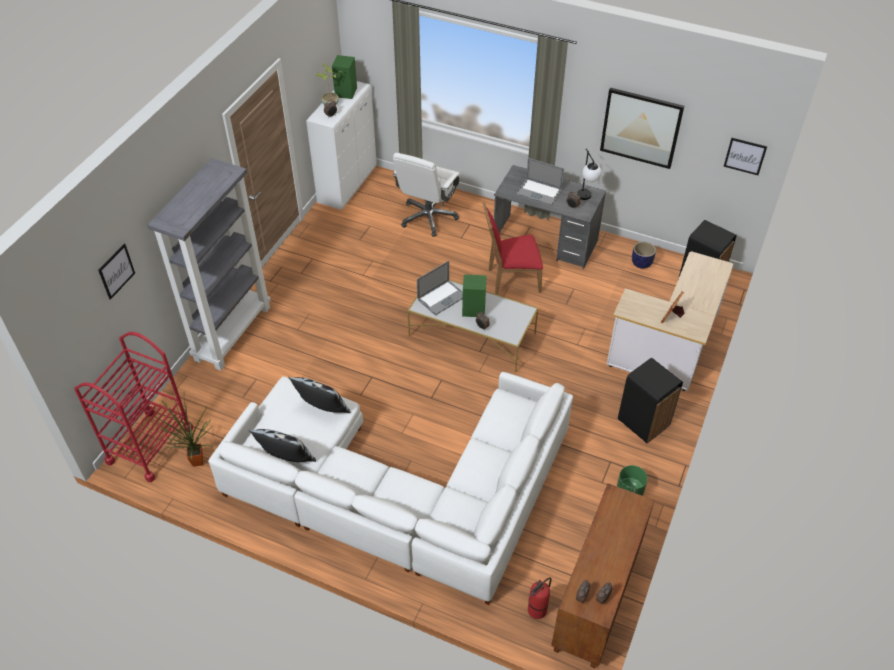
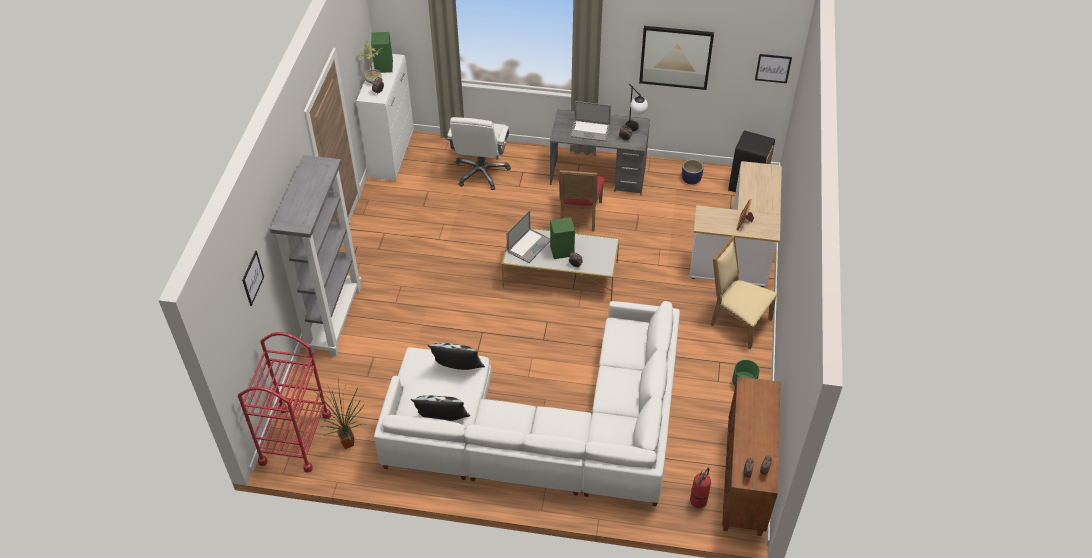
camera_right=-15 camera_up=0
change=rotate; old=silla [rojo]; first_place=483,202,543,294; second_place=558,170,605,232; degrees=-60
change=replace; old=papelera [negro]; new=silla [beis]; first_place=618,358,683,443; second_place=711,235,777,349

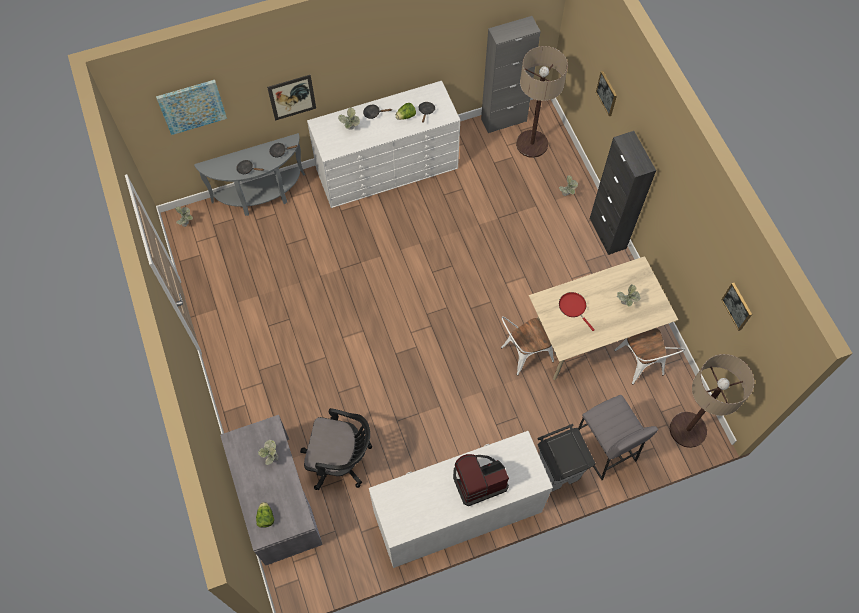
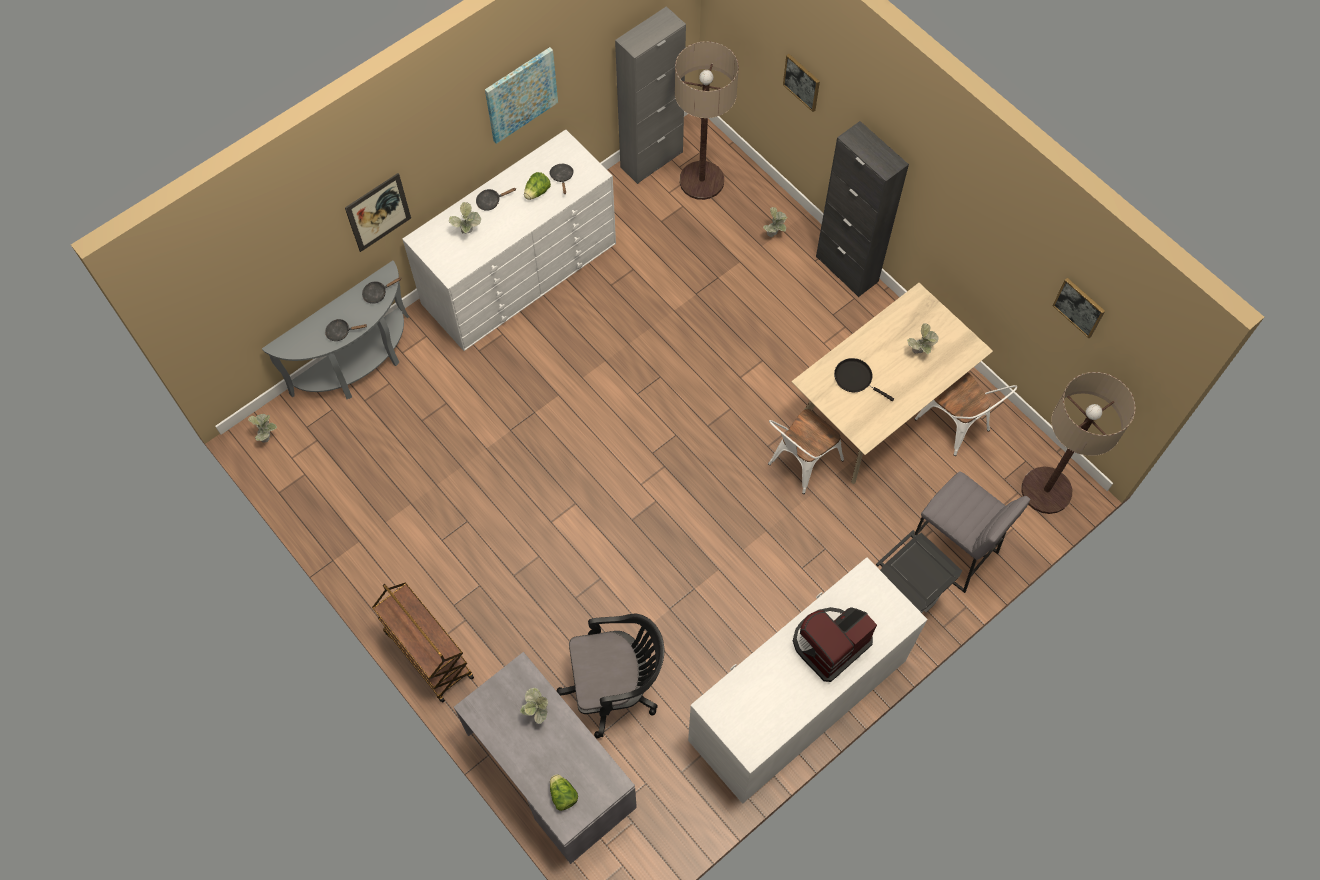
camera_right=-20 camera_up=0
change=move; old=cuadro; first_place=156,80,227,135; second_place=485,47,558,144
change=recolor; old=sartén [rojo]; new=sartén [negro]; first_place=559,292,595,331; second_place=834,358,894,401
change=insert; new=carrito [marrón]; second_place=372,583,474,703

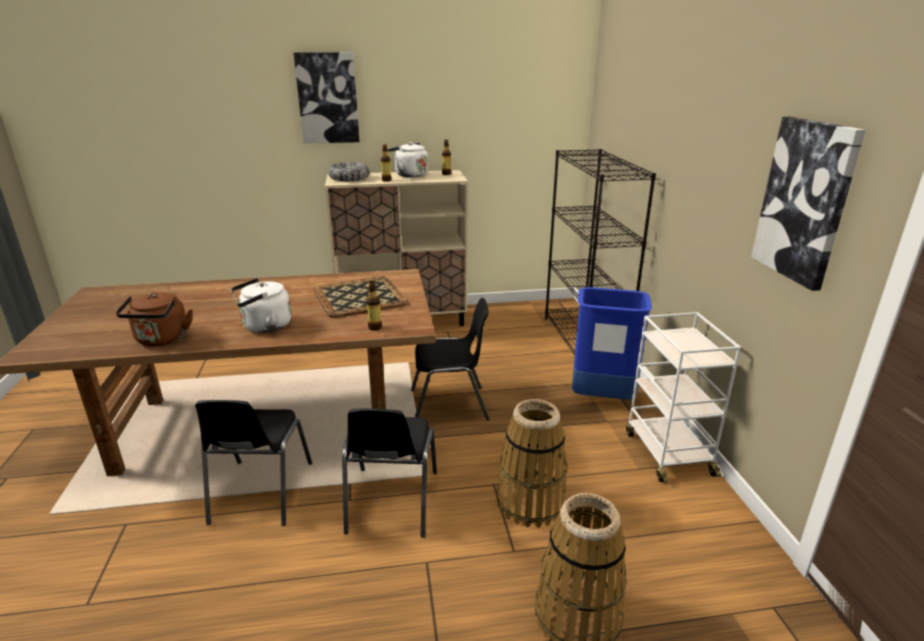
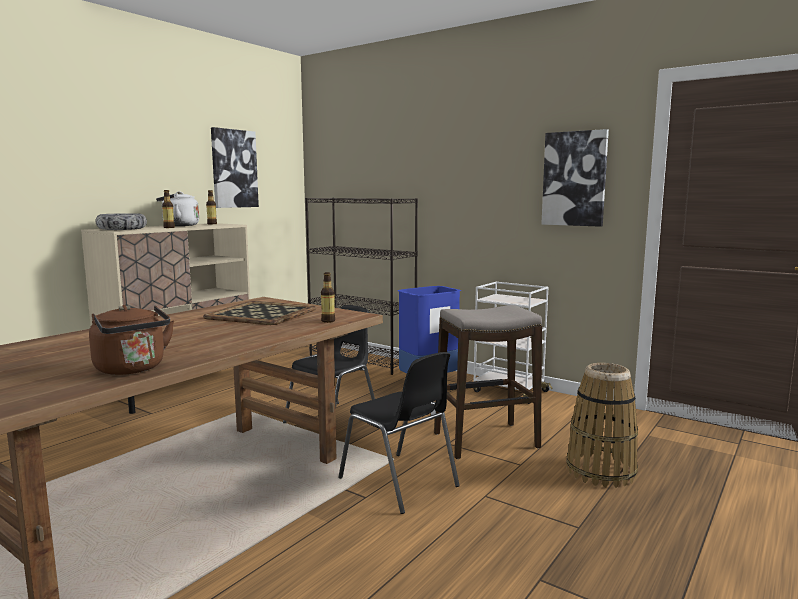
camera_right=-45 camera_up=-15
change=delete; old=silla [negro]; first_place=195,400,312,526
change=delete; old=hervidor [blanco]; first_place=231,278,292,333
change=move; old=cuadro; first_place=294,52,360,144; second_place=211,127,259,208
change=replace; old=cesta; new=taburete; first_place=497,399,567,528; second_place=434,305,542,459

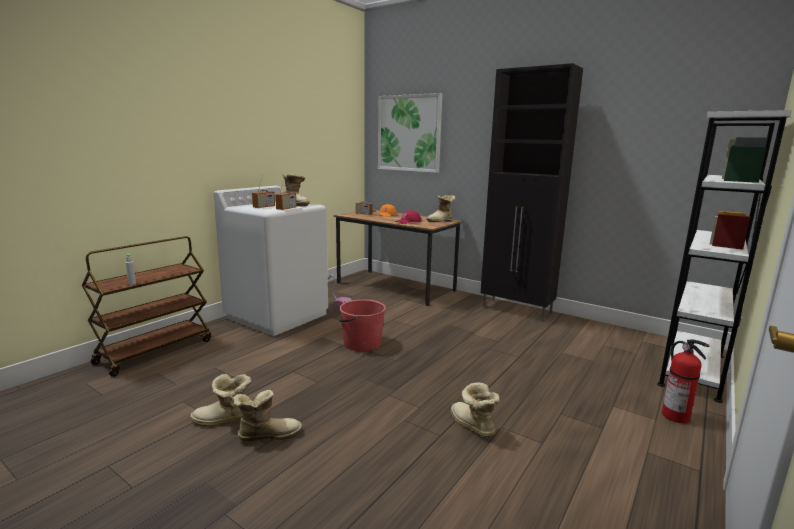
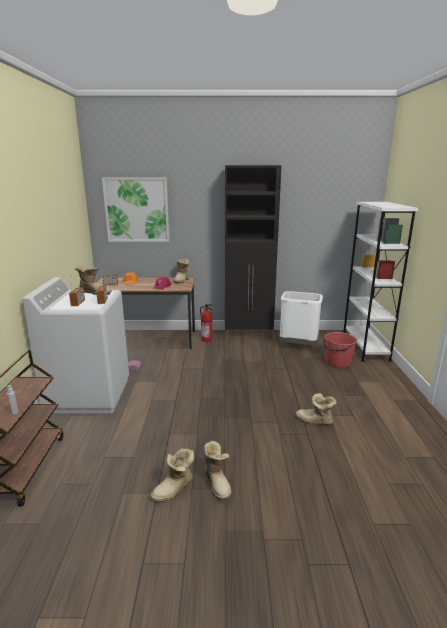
camera_right=-35 camera_up=5
change=rotate; old=bota; first_place=232,390,302,441; second_place=204,441,231,500; degrees=120
change=move; old=cubo [rojo]; first_place=339,299,386,351; second_place=323,332,357,368
change=move; old=extintor; first_place=662,340,710,423; second_place=200,304,213,342
change=insert; new=papelera [blanco]; second_place=280,291,323,345

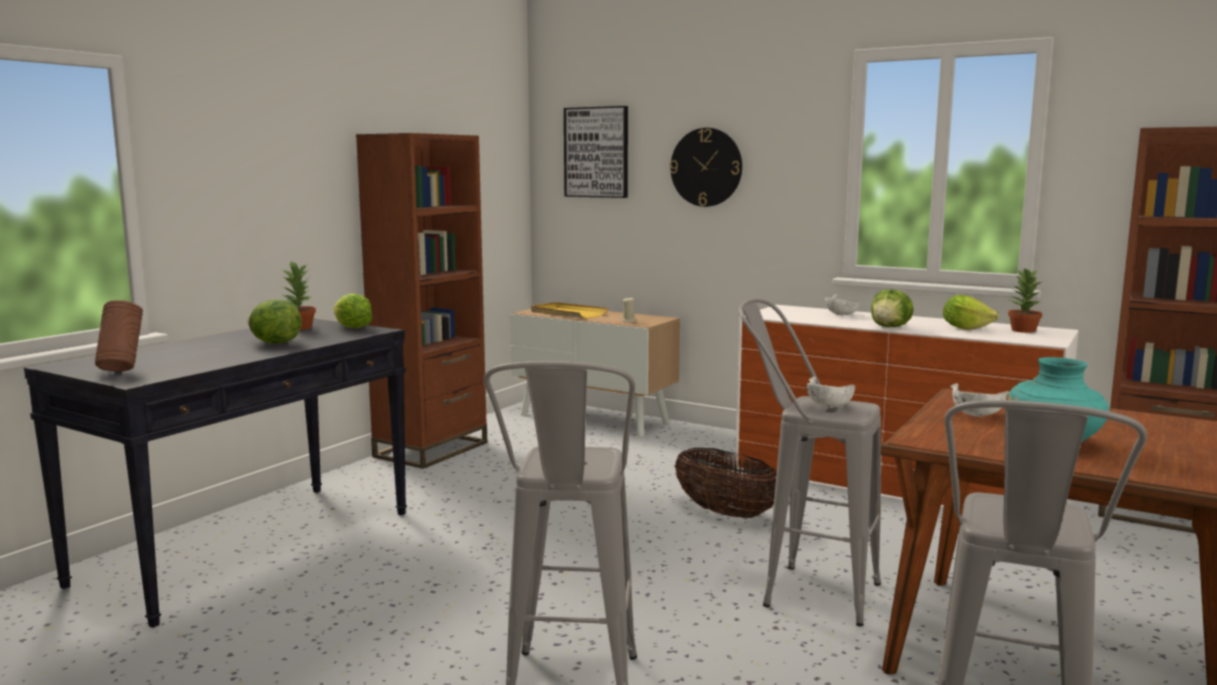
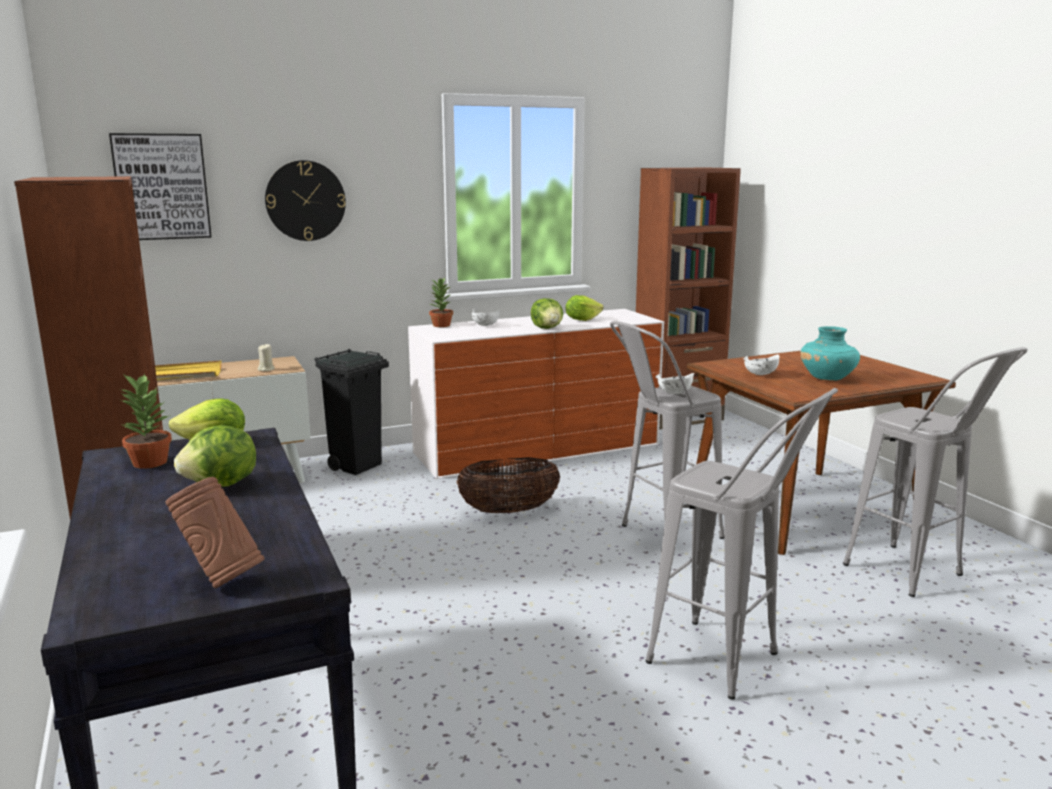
camera_right=-55 camera_up=5
change=move; old=planta en maceta; first_place=1008,269,1042,333; second_place=429,277,453,327
change=insert; new=papelera [negro]; second_place=314,349,389,475

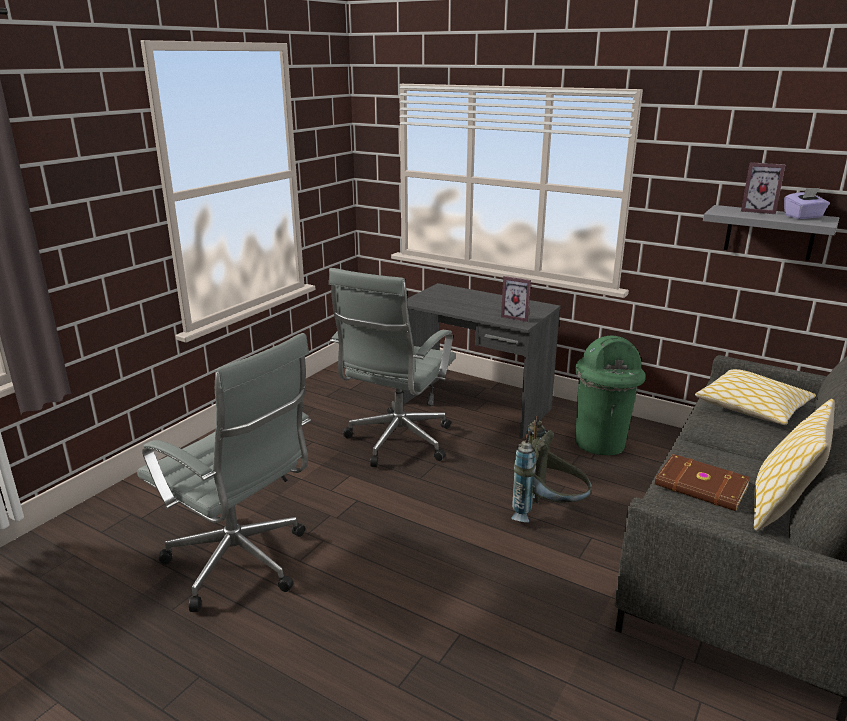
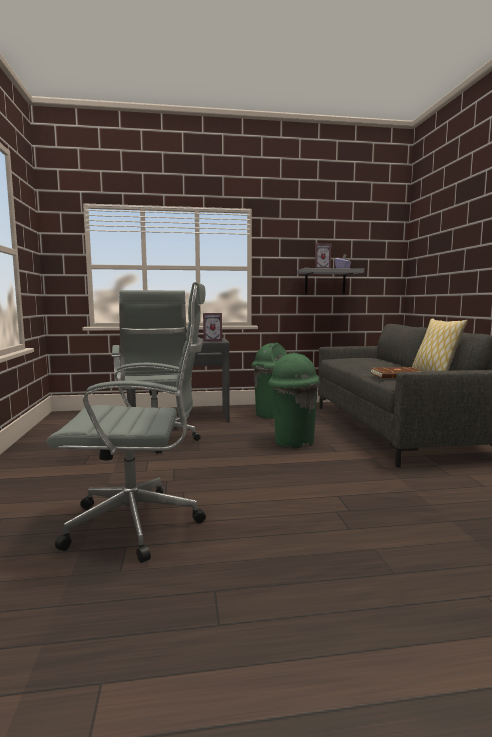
camera_right=-40 camera_up=-15
change=replace; old=mochila [gris]; new=papelera [verde]; first_place=511,416,592,522; second_place=268,352,320,448
change=delete; old=cojín; first_place=695,369,816,425

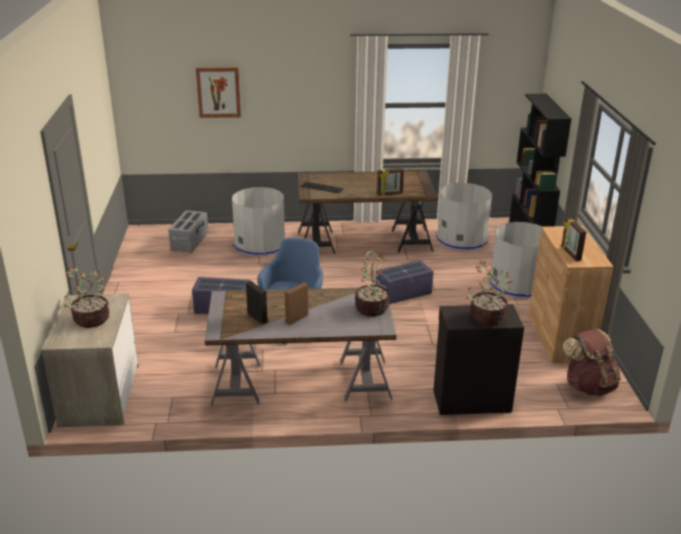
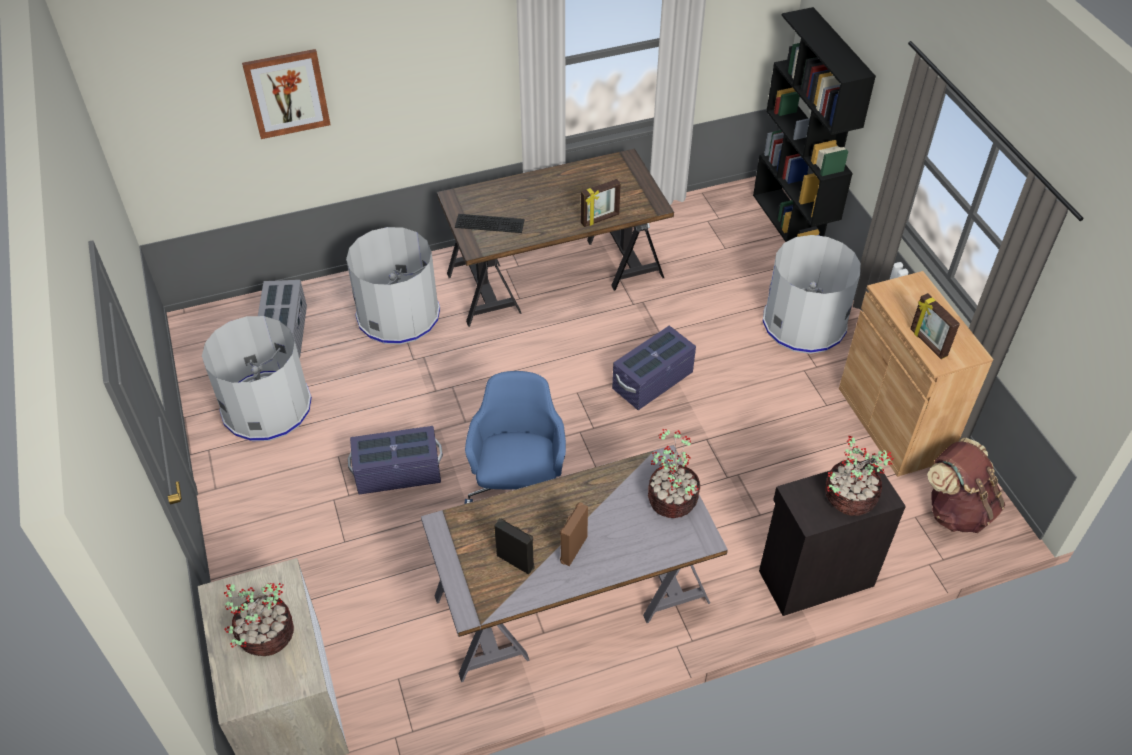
camera_right=-15 camera_up=20
change=move; old=papelera [gris]; first_place=436,183,492,251; second_place=202,316,312,441

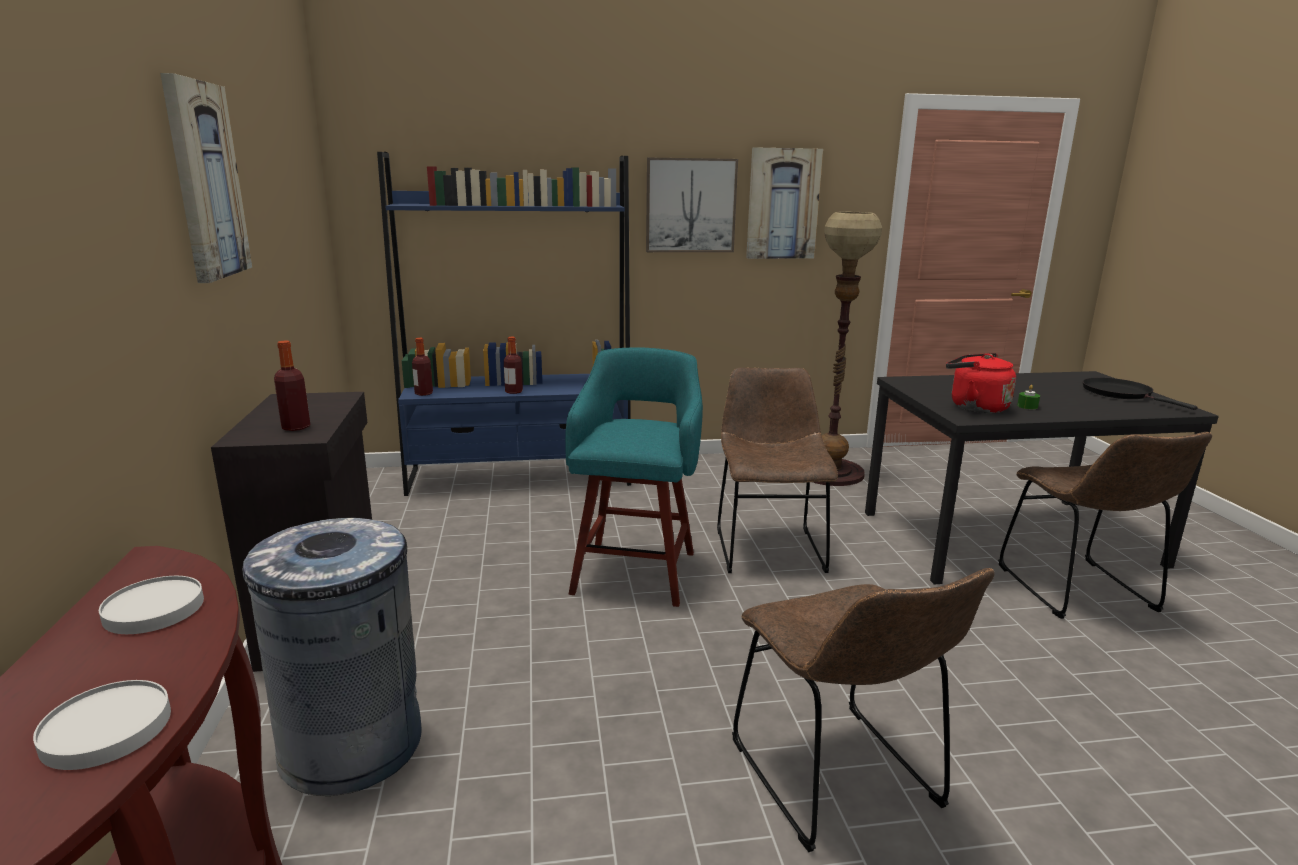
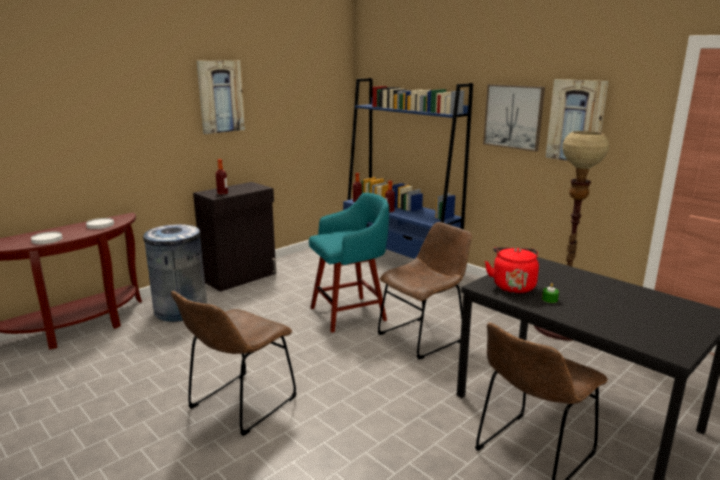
camera_right=55 camera_up=0
change=delete; old=sartén [negro]; first_place=1083,378,1198,410

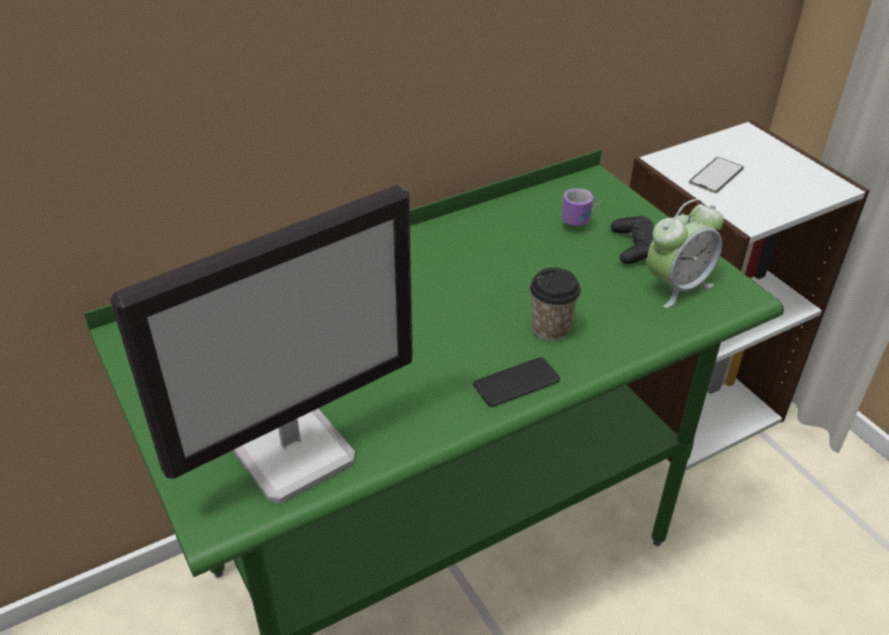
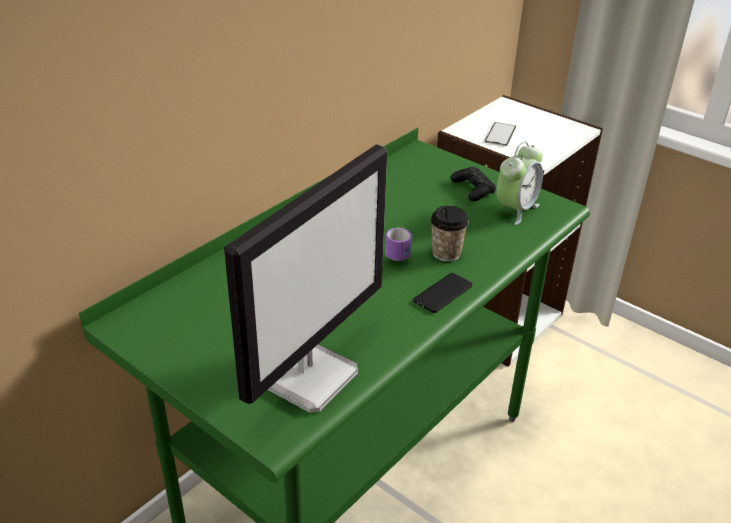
camera_right=-20 camera_up=-5
change=move; old=taza grande; first_place=562,188,601,226; second_place=385,228,412,261

